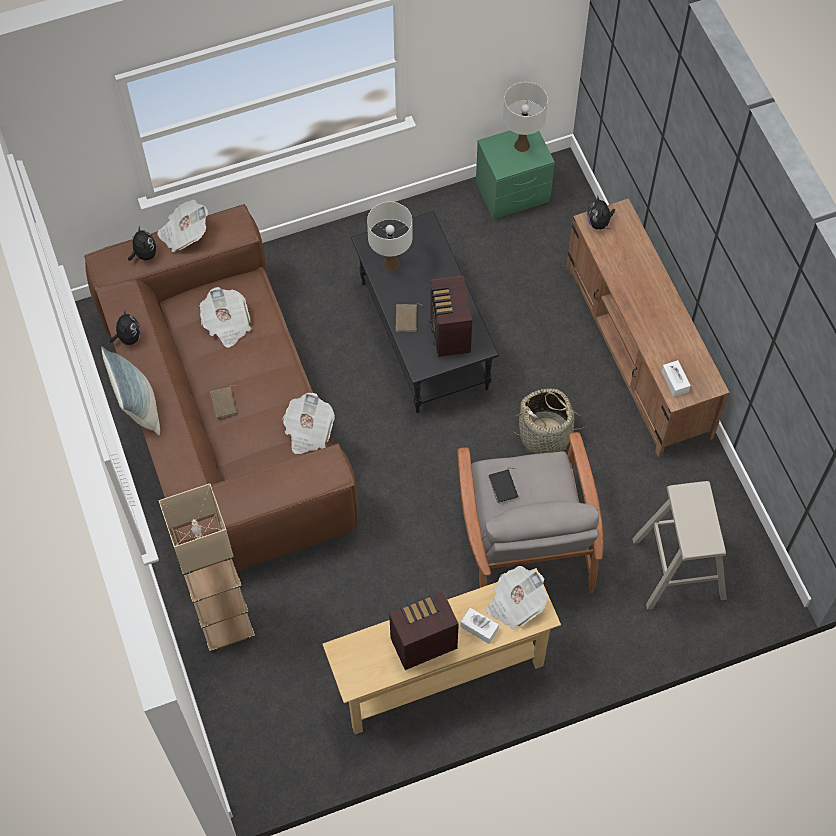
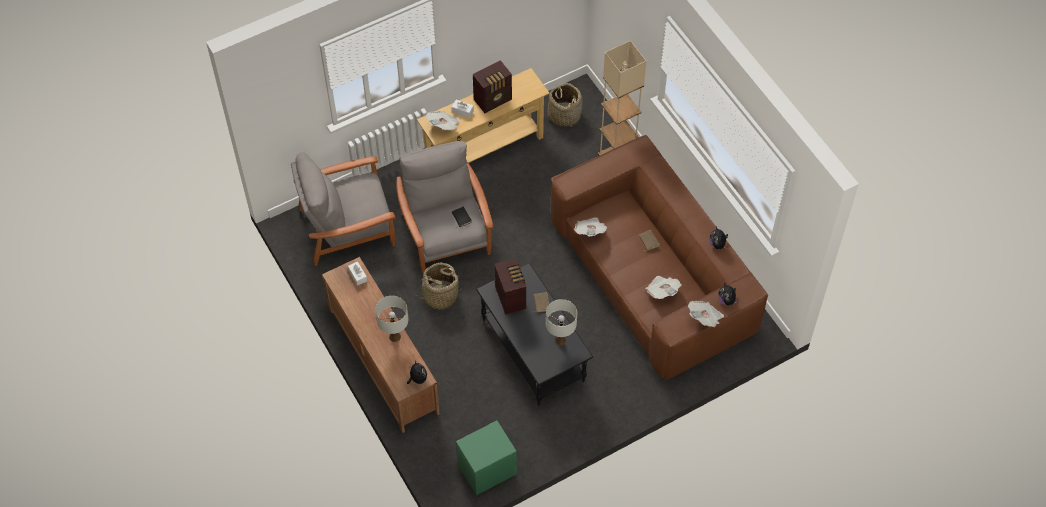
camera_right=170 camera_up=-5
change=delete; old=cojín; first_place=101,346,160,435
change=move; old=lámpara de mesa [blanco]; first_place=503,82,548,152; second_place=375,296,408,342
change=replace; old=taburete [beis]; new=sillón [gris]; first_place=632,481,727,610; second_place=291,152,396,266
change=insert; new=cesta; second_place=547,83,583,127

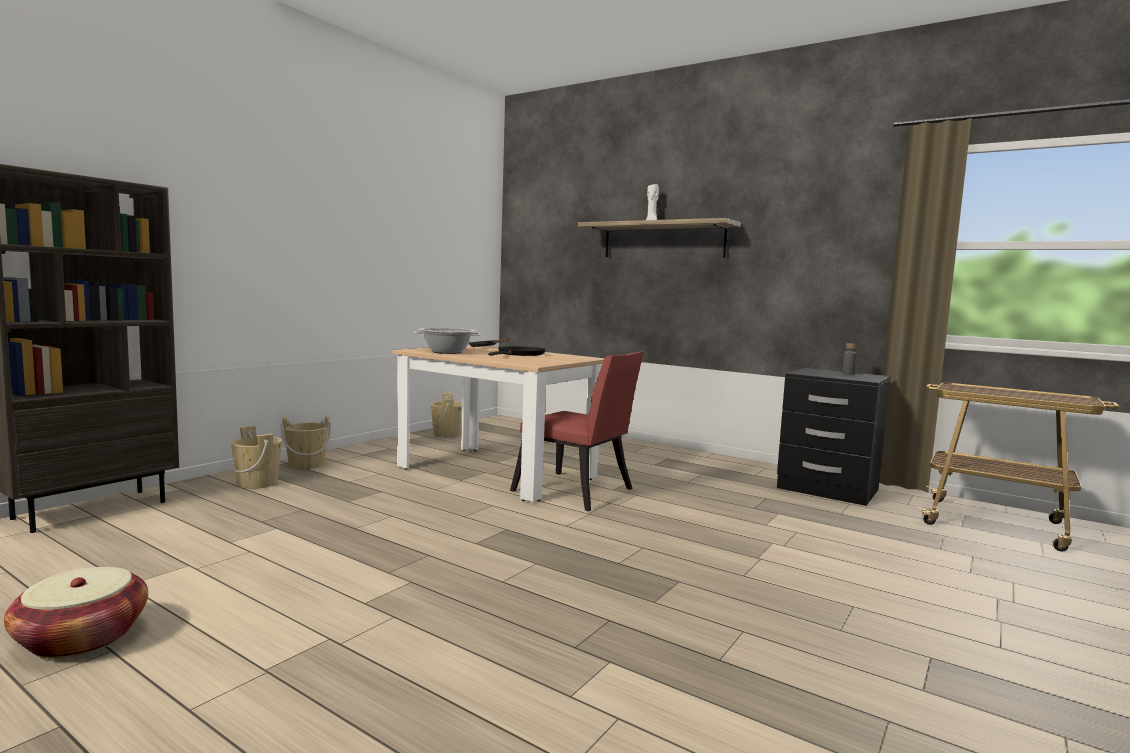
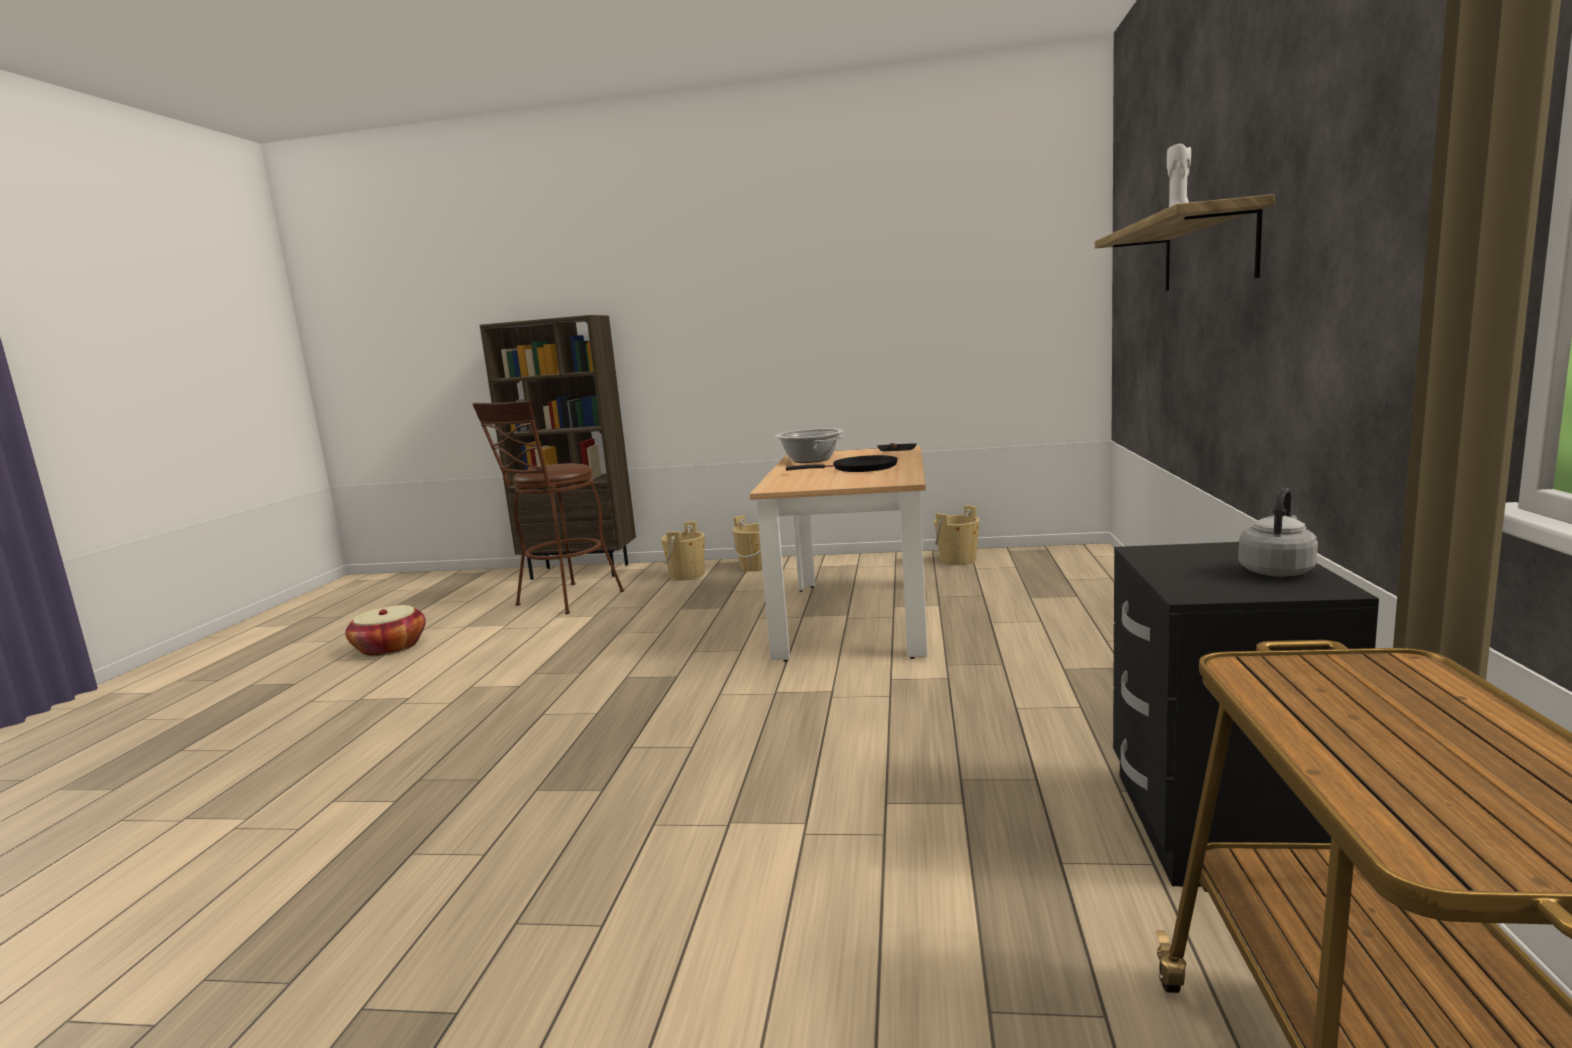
camera_right=65 camera_up=5
change=delete; old=silla [rojo]; first_place=510,351,644,511
change=replace; old=botella [gris]; new=hervidor [gris]; first_place=842,343,857,374; second_place=1238,488,1318,577
change=insert; new=taburete [marrón]; second_place=472,401,624,614

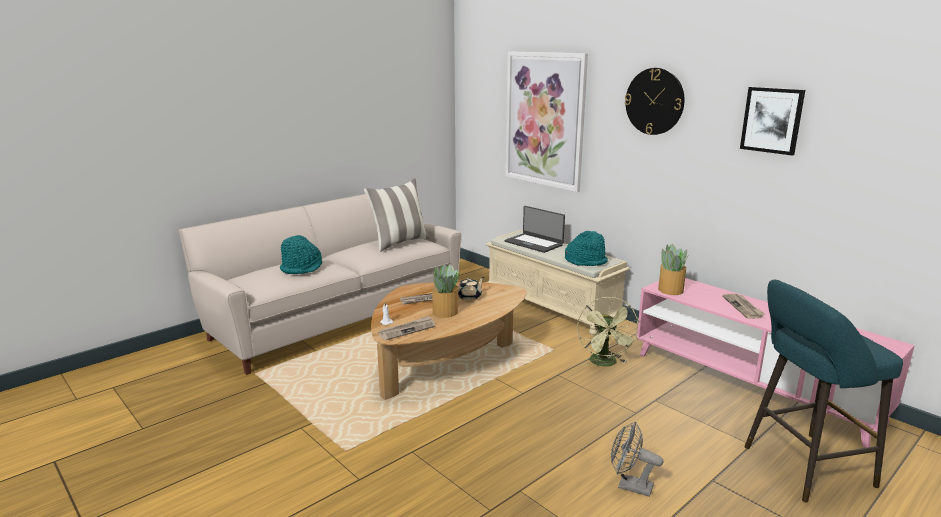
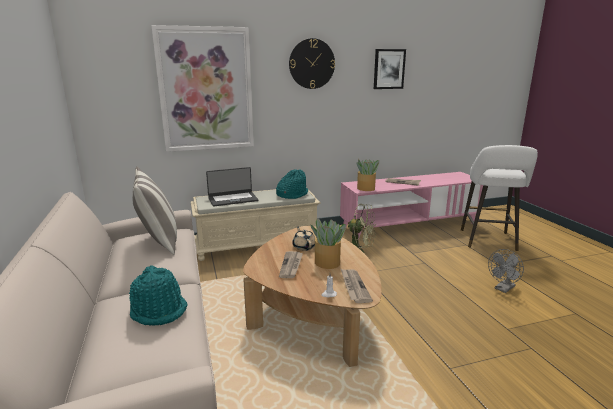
camera_right=-65 camera_up=0
change=recolor; old=taburete [turquesa]; new=taburete [blanco]; first_place=744,279,903,503; second_place=461,145,538,251

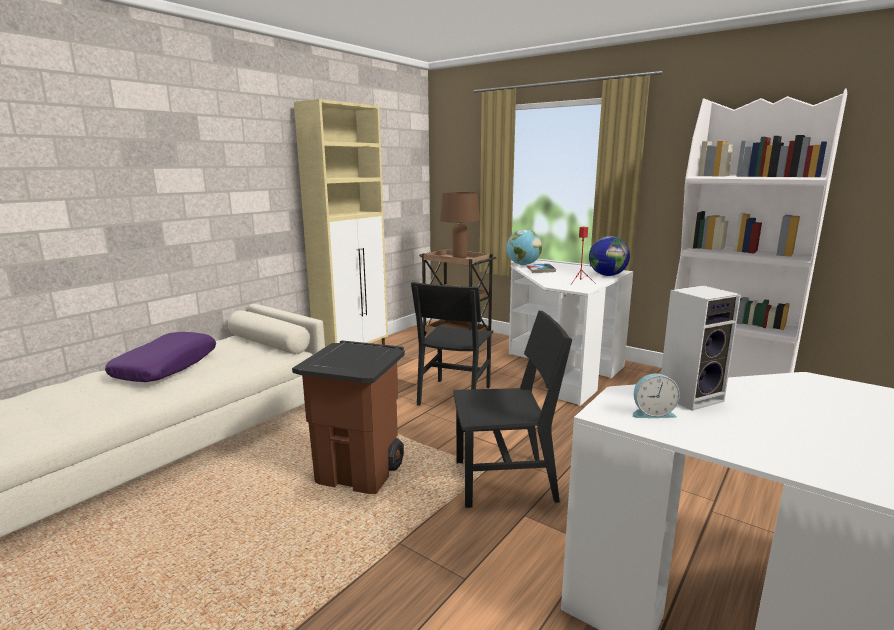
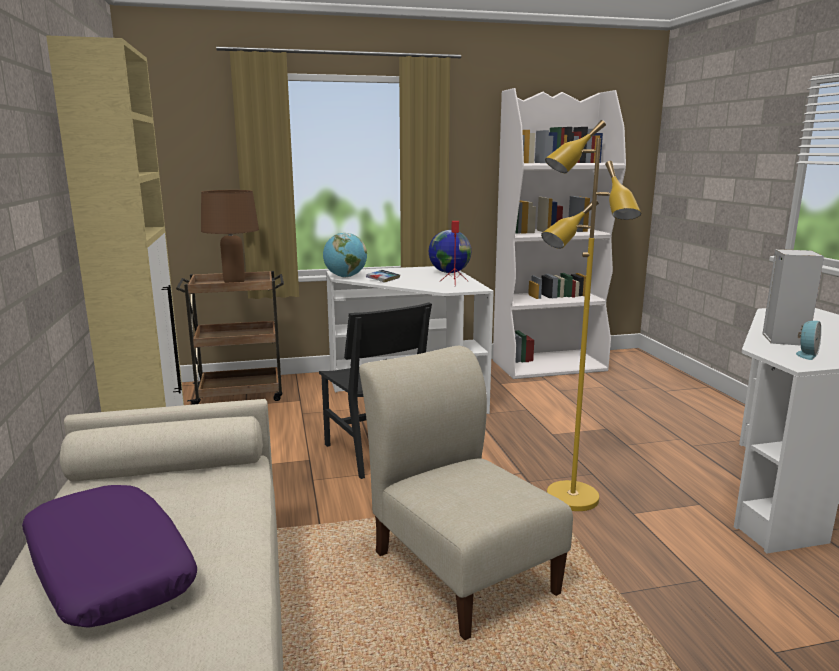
camera_right=-50 camera_up=0
change=replace; old=papelera [marrón]; new=silla [beis]; first_place=292,340,405,494; second_place=359,346,573,640
change=replace; old=silla [negro]; new=lámpara de pie [amarillo]; first_place=453,311,572,508; second_place=541,120,641,511

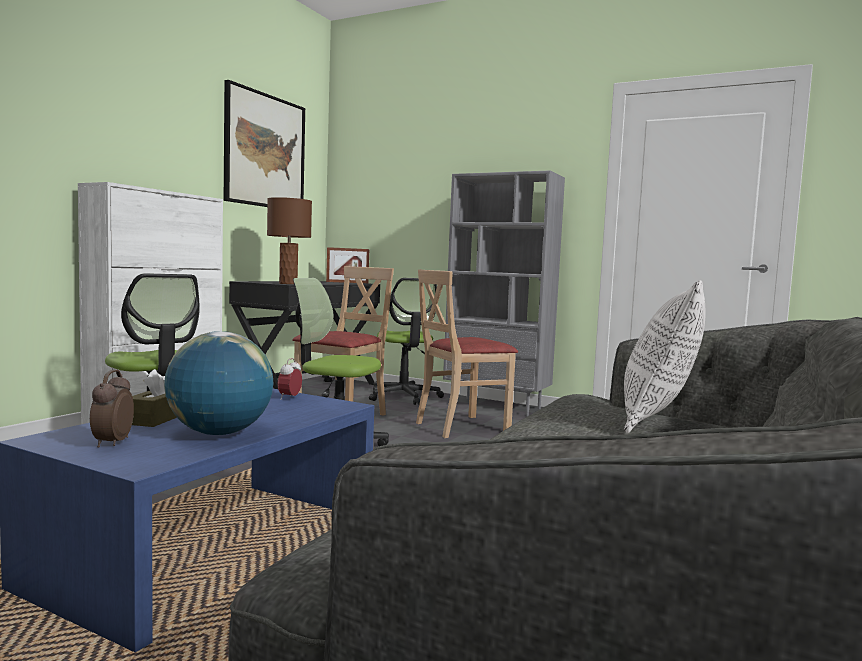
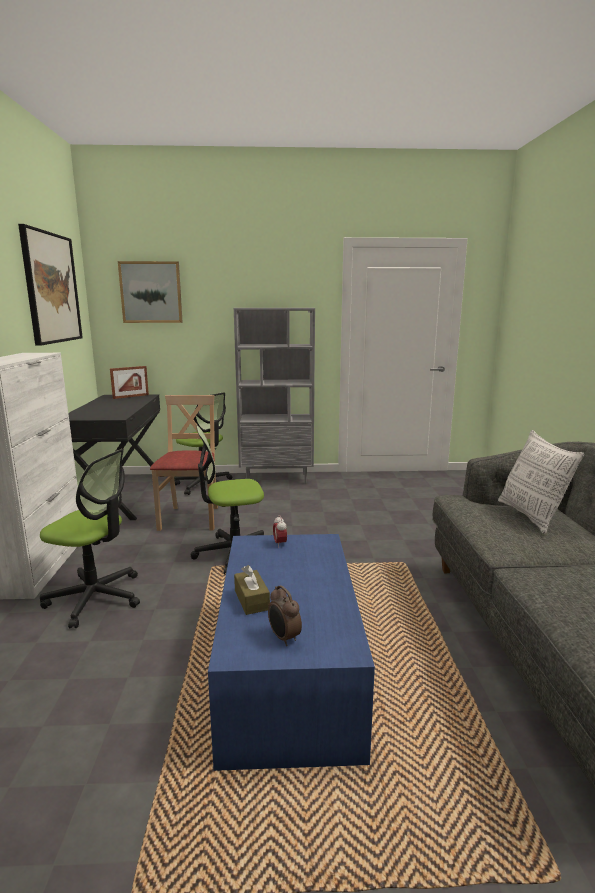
camera_right=-30 camera_up=10
change=delete; old=globo terráqueo; first_place=164,331,273,435
change=delete; old=lámpara de mesa [marrón]; first_place=267,197,312,284
change=delete; old=silla [beis]; first_place=416,270,518,438
change=insert; new=cuadro; second_place=118,261,183,323

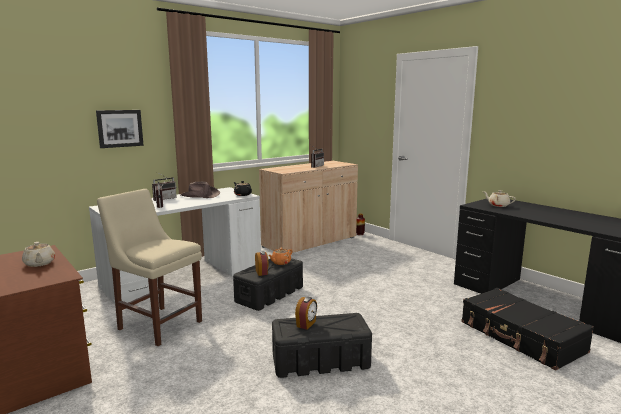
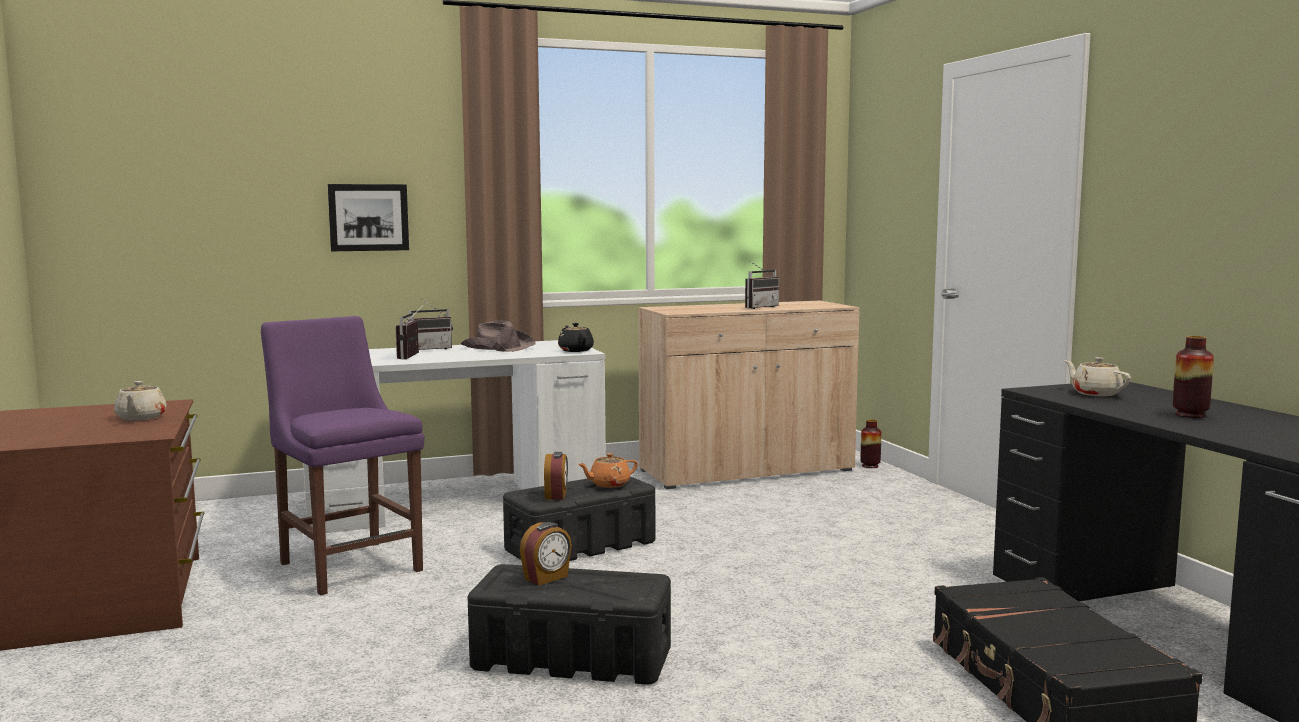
camera_right=20 camera_up=-5
change=recolor; old=silla [beis]; new=silla [morado]; first_place=97,189,202,346; second_place=261,316,425,595
change=insert; new=florero; second_place=1173,336,1214,418

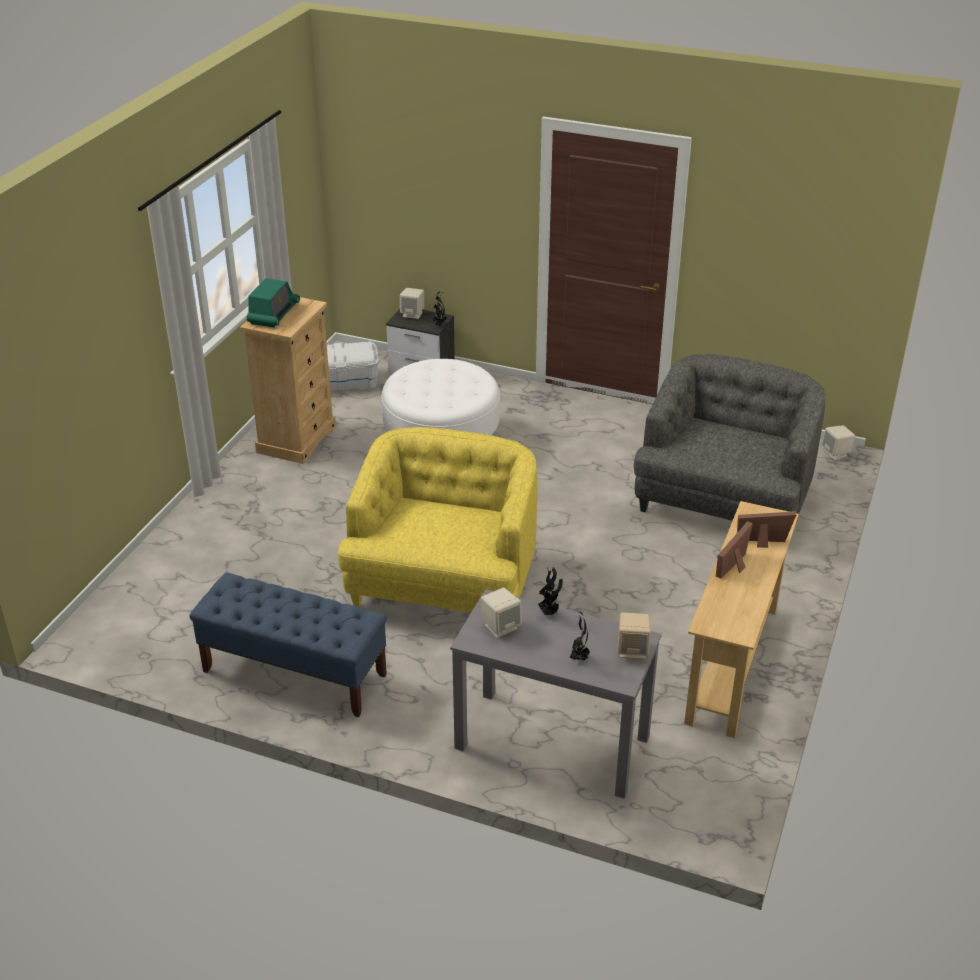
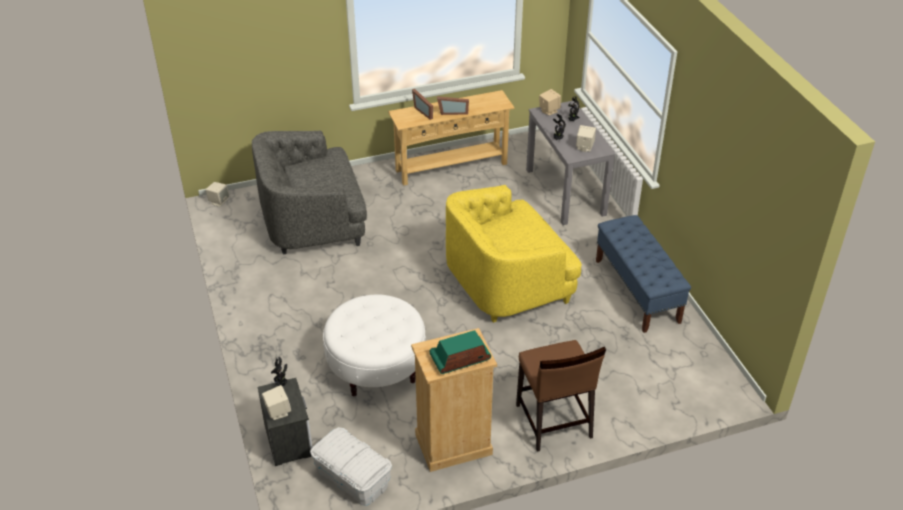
camera_right=-130 camera_up=5
change=insert; new=silla [marrón]; second_place=516,340,606,452

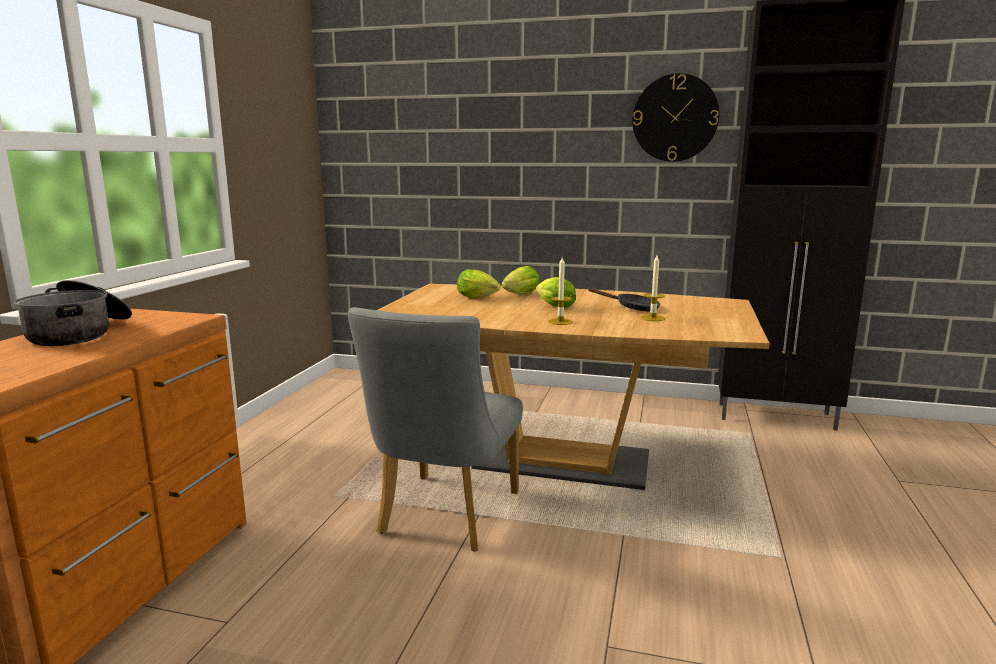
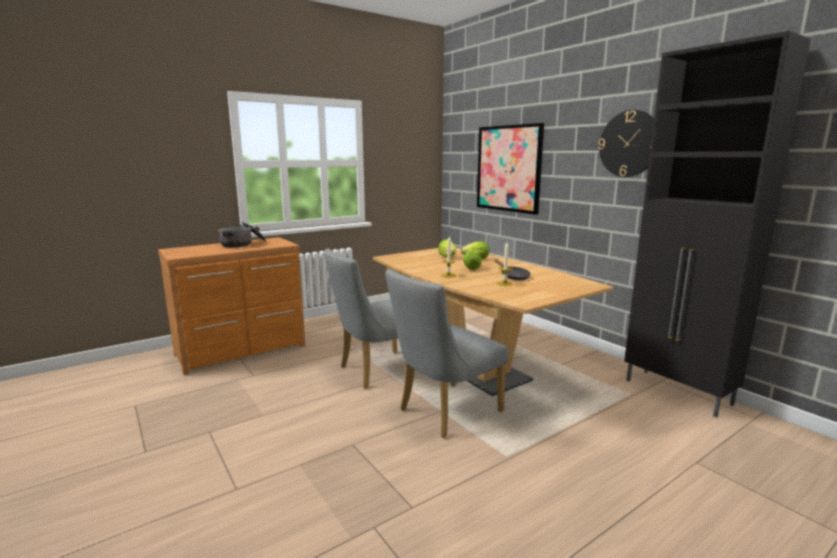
camera_right=40 camera_up=0
change=insert; new=silla [gris]; second_place=385,269,509,438
change=insert; new=cuadro; second_place=477,123,544,215

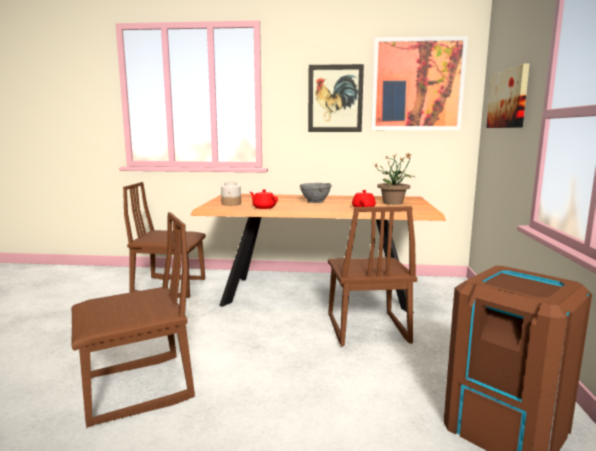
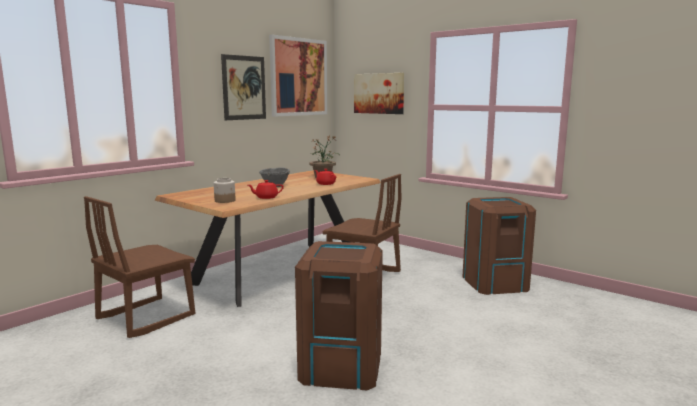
camera_right=-55 camera_up=0
change=replace; old=silla [marrón]; new=papelera [marrón]; first_place=71,212,195,428; second_place=295,241,383,390

